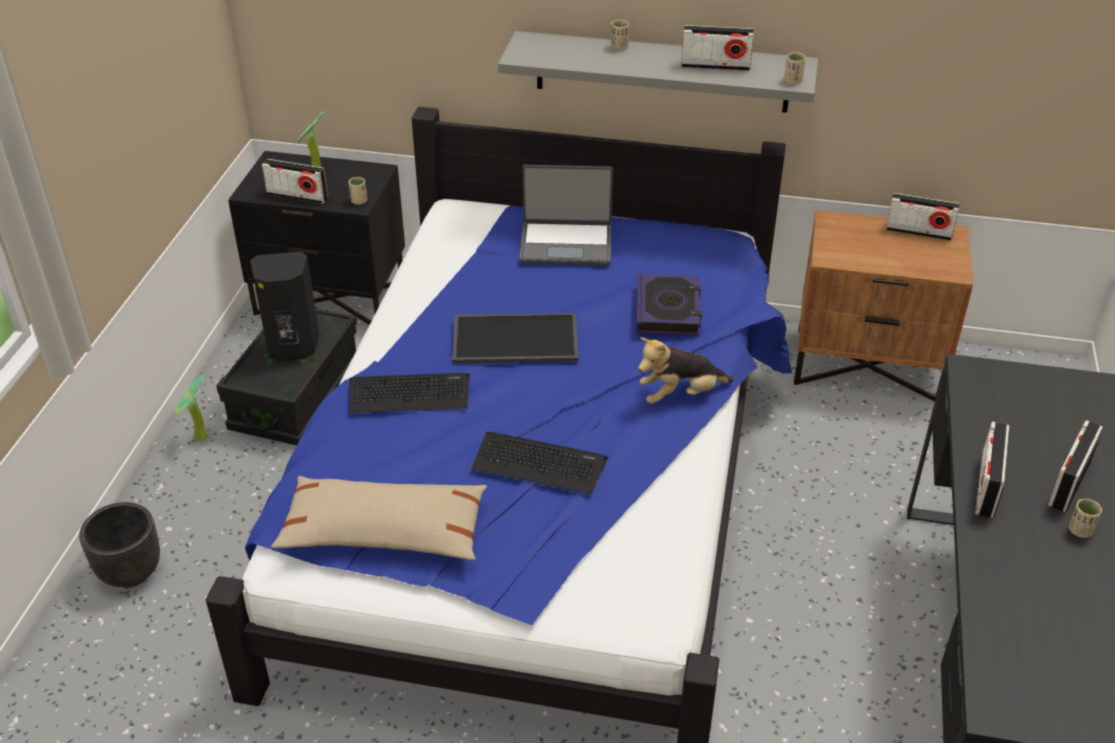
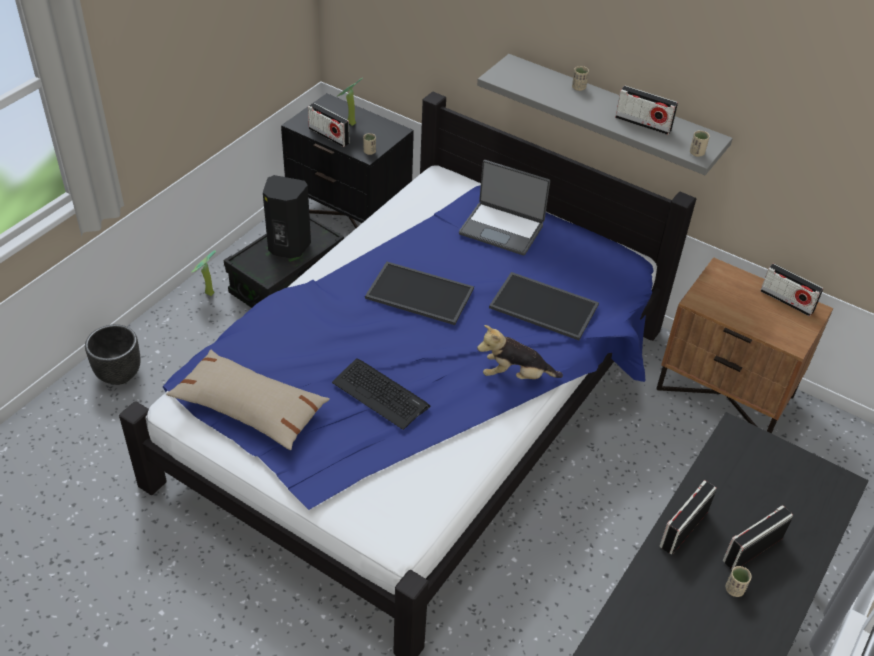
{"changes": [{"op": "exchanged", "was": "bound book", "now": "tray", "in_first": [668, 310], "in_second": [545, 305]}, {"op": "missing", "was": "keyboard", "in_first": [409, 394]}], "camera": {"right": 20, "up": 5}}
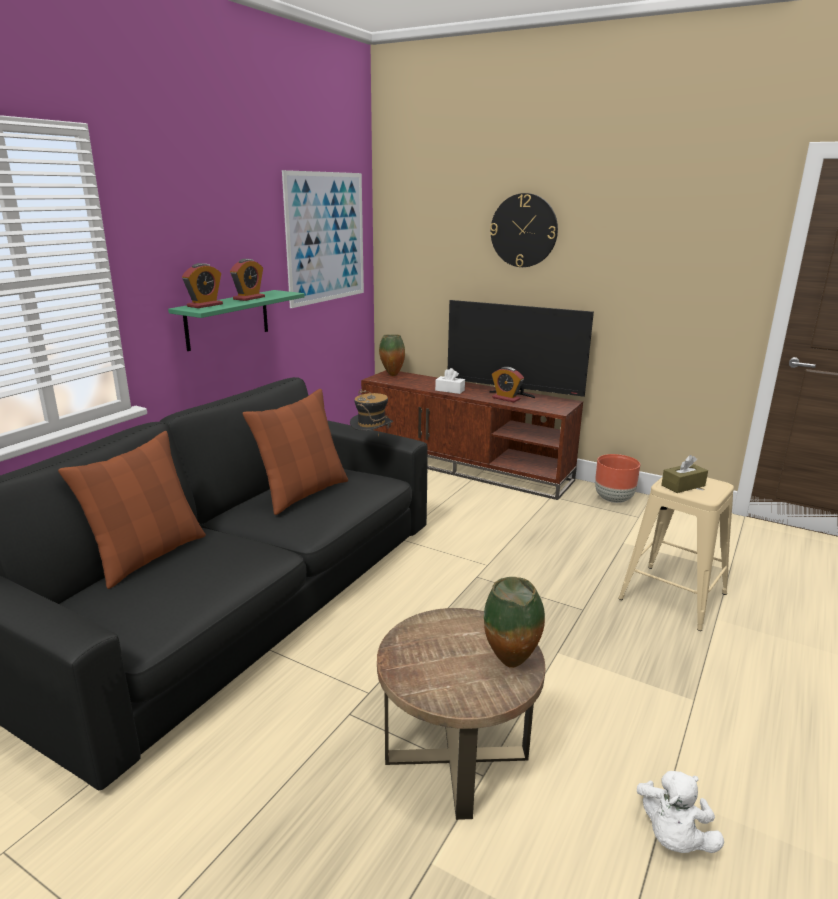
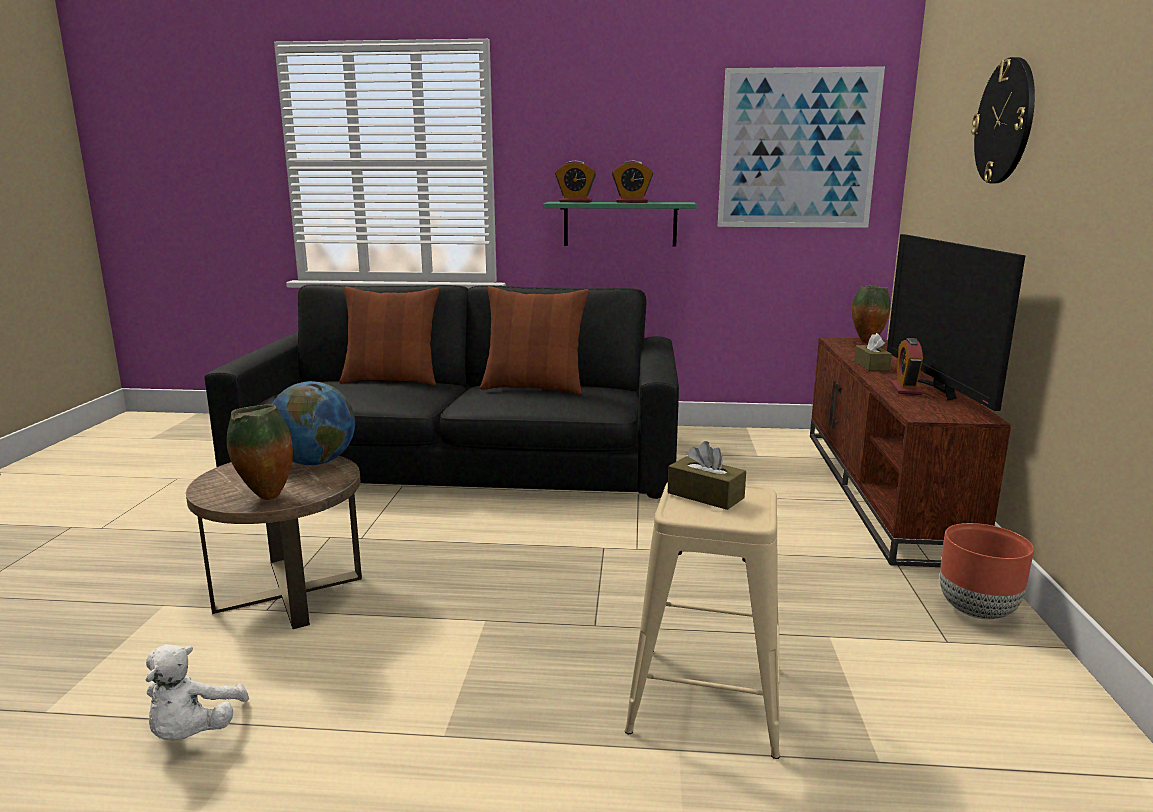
{"changes": [{"op": "colour", "was": "whitish box of tissues", "now": "brown box of tissues", "in_first": [450, 390], "in_second": [871, 366]}, {"op": "missing", "was": "wearable hat", "in_first": [372, 444]}, {"op": "spun", "was": "whitish cuddly toy", "in_first": [673, 837], "in_second": [194, 732], "clockwise": -90}, {"op": "appeared", "now": "world globe", "in_second": [315, 462]}], "camera": {"right": 65, "up": -5}}
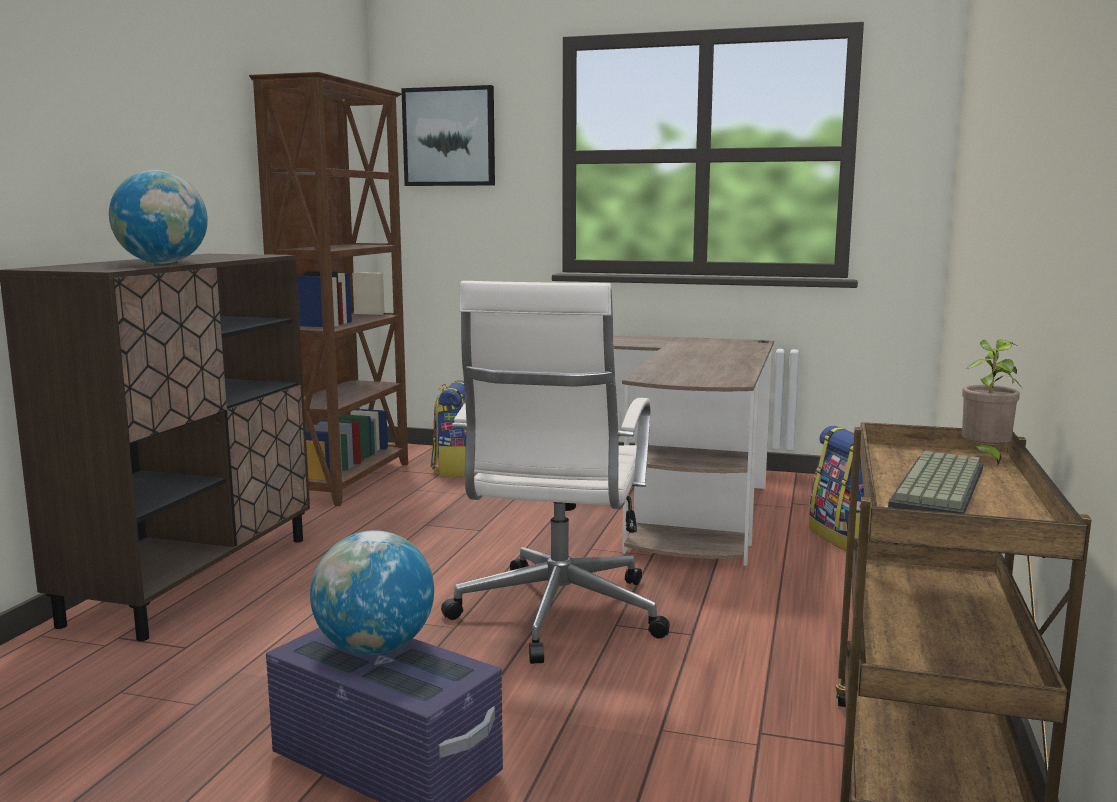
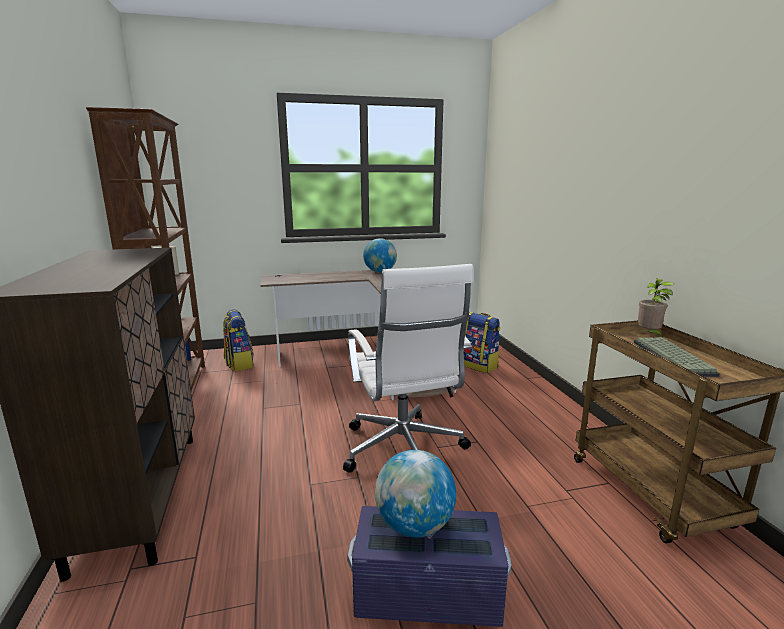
{"changes": [{"op": "missing", "was": "wall picture", "in_first": [449, 137]}, {"op": "relocated", "was": "world globe", "in_first": [163, 263], "in_second": [380, 272]}], "camera": {"right": -30, "up": 5}}
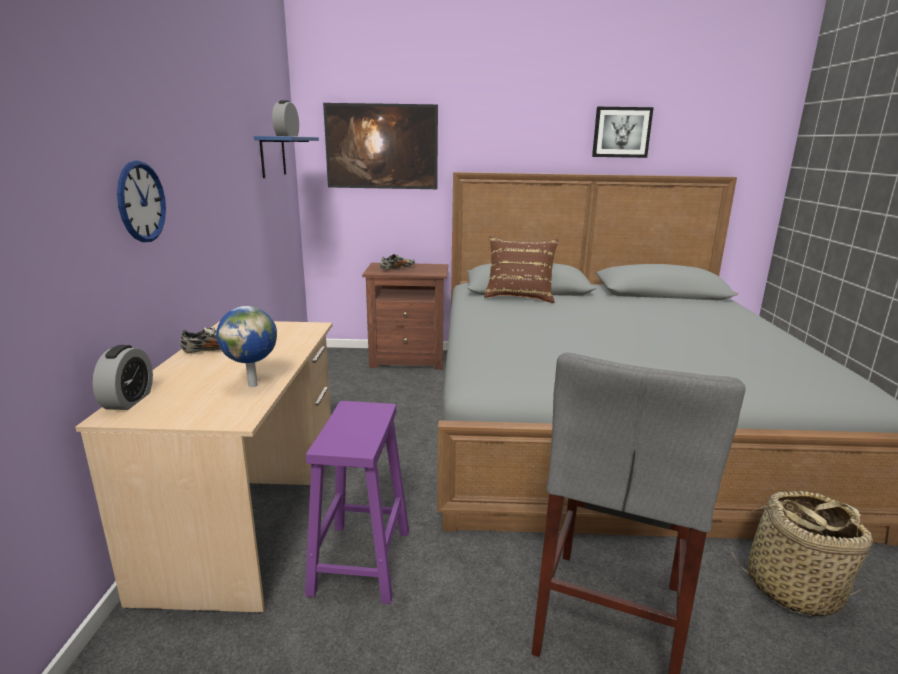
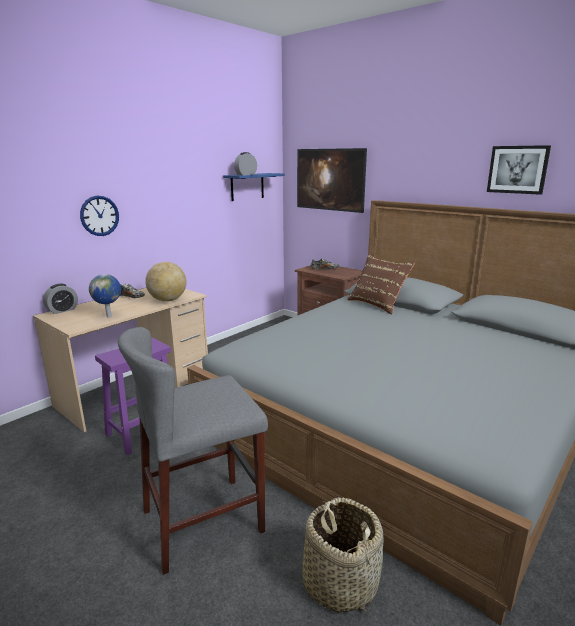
{"changes": [{"op": "appeared", "now": "world globe", "in_second": [168, 300]}], "camera": {"right": 40, "up": 0}}
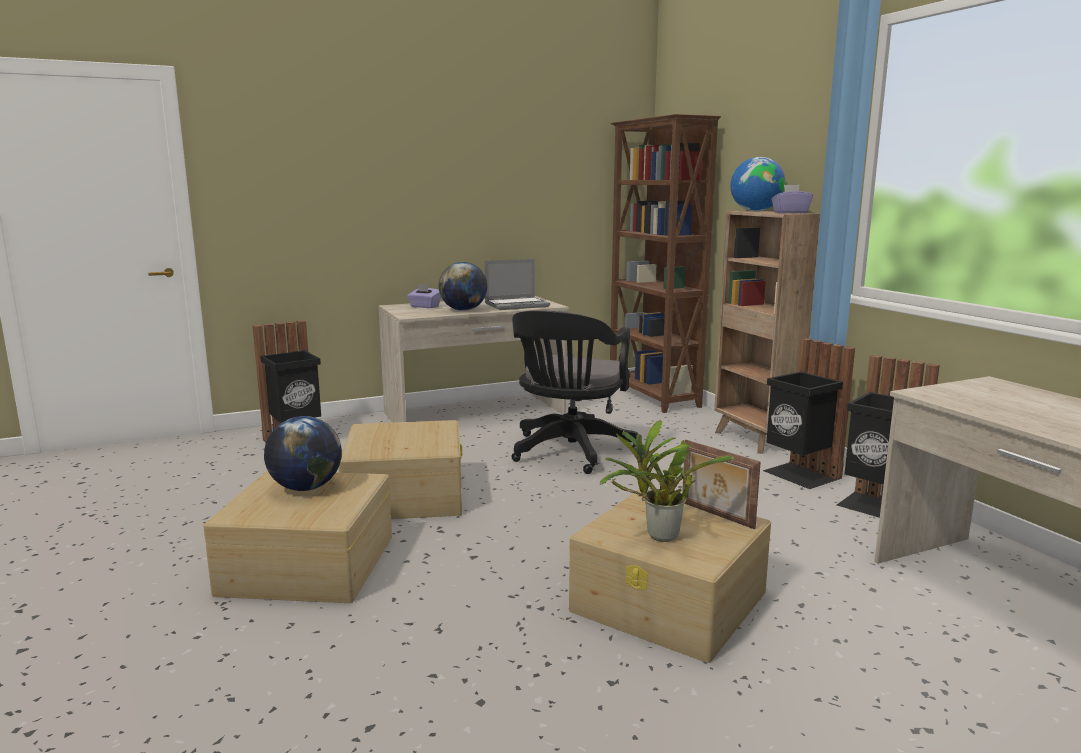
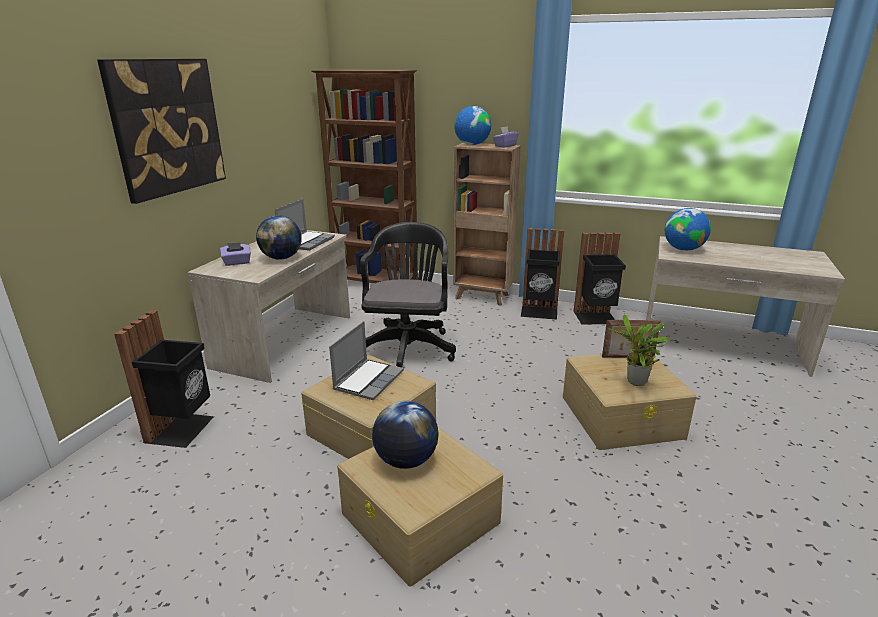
{"changes": [{"op": "spun", "was": "black office chair", "in_first": [569, 453], "in_second": [408, 347], "clockwise": -150}, {"op": "appeared", "now": "wall picture", "in_second": [167, 127]}, {"op": "appeared", "now": "world globe", "in_second": [683, 249]}, {"op": "appeared", "now": "laptop", "in_second": [368, 380]}], "camera": {"right": -45, "up": 10}}
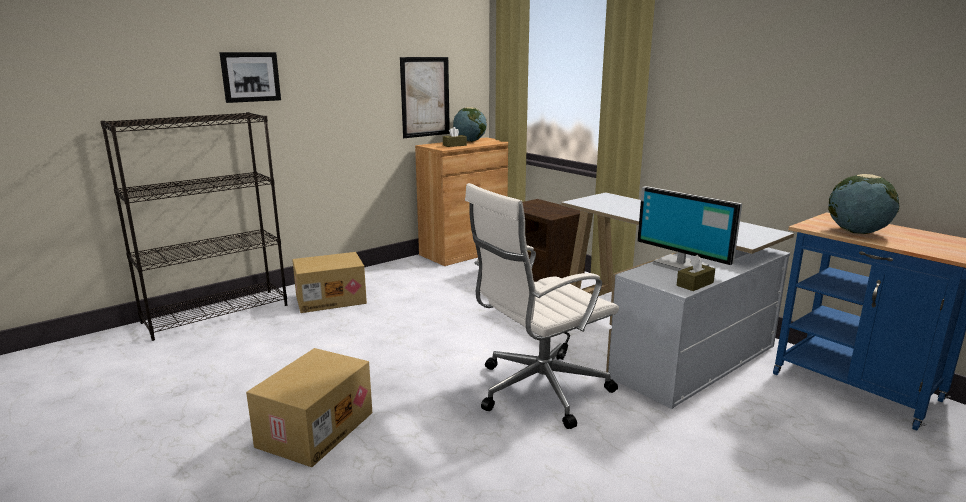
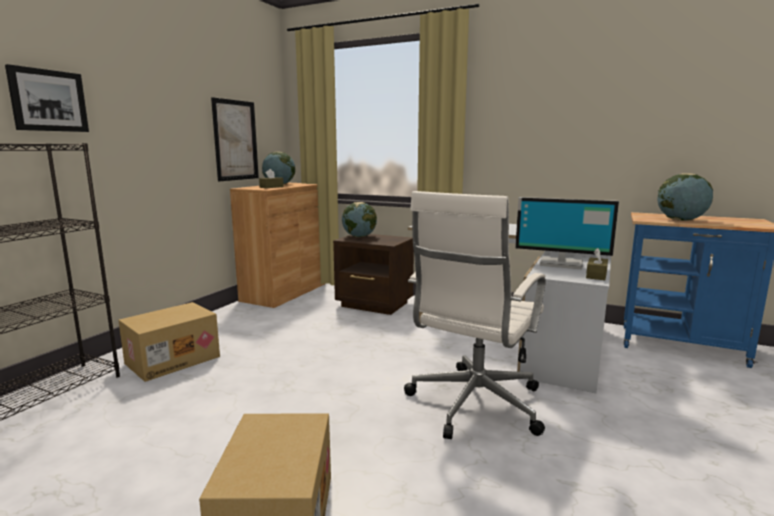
{"changes": [{"op": "appeared", "now": "world globe", "in_second": [359, 236]}], "camera": {"right": -25, "up": -5}}
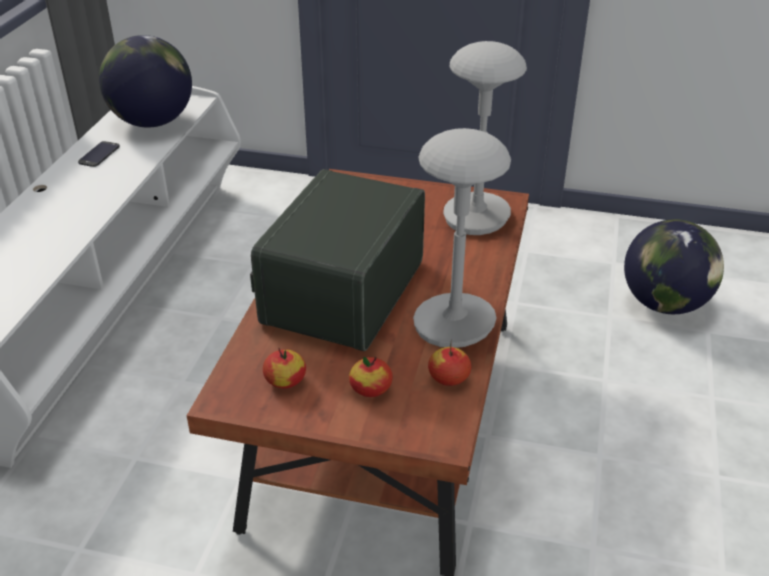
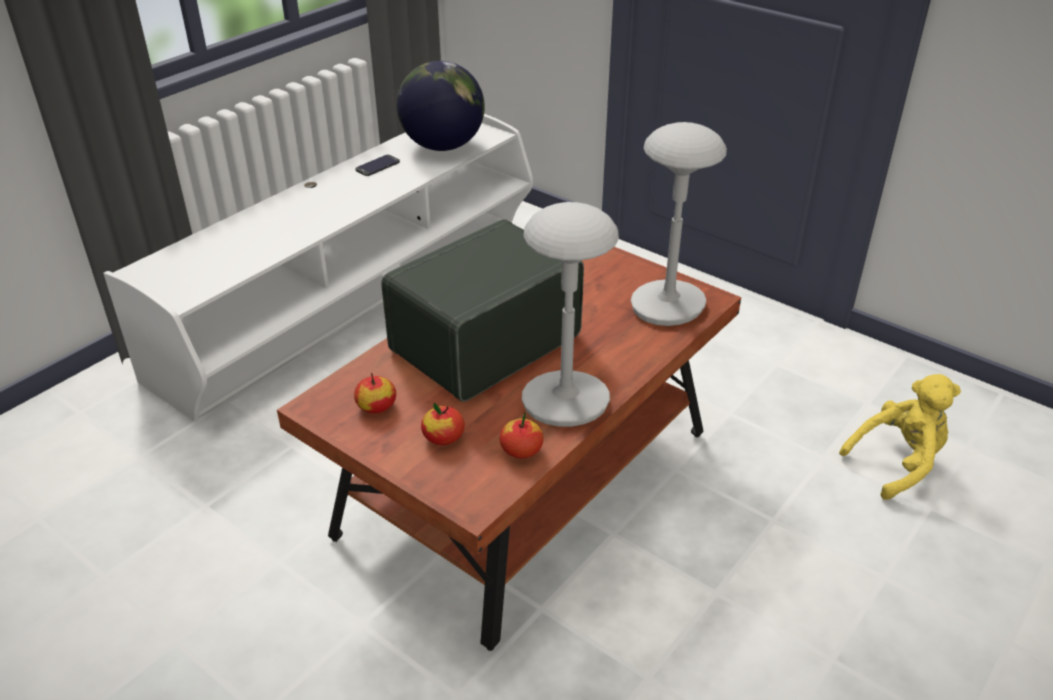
{"changes": [{"op": "exchanged", "was": "world globe", "now": "yellow cuddly toy", "in_first": [665, 304], "in_second": [898, 463]}], "camera": {"right": 25, "up": 0}}
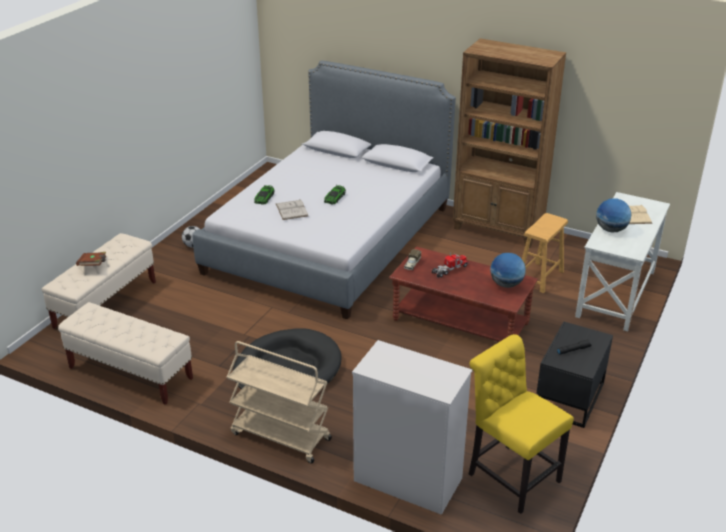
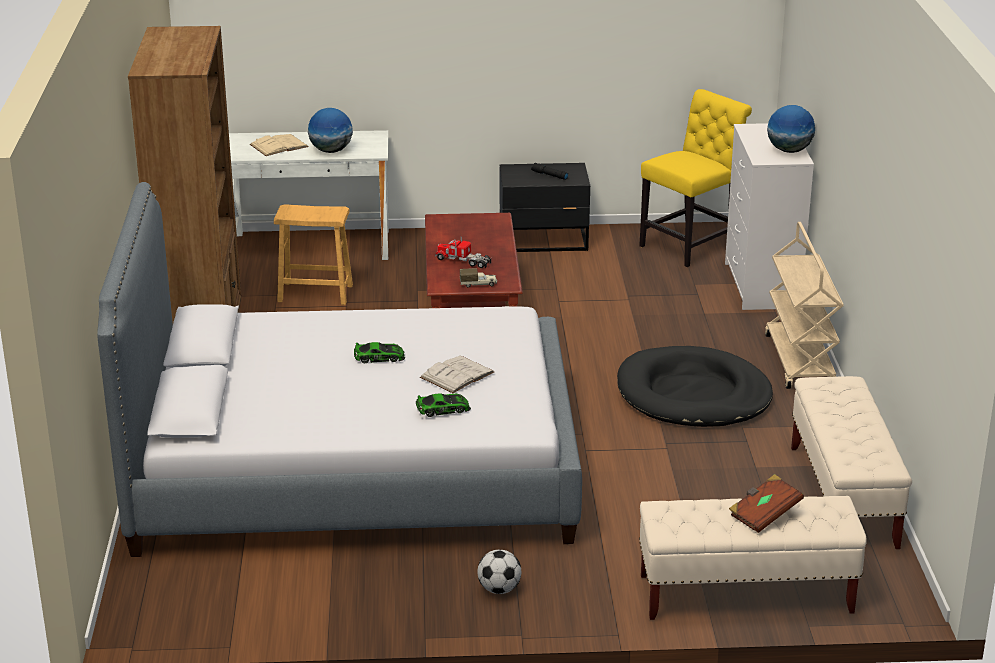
{"changes": [{"op": "relocated", "was": "world globe", "in_first": [506, 284], "in_second": [789, 150]}, {"op": "spun", "was": "yellow chair", "in_first": [510, 475], "in_second": [691, 245], "clockwise": -150}], "camera": {"right": -120, "up": -5}}
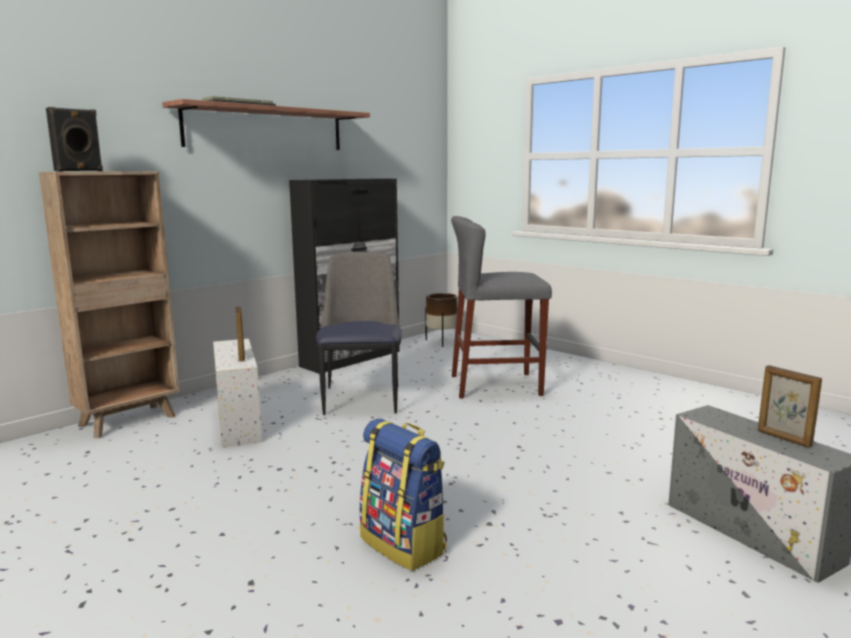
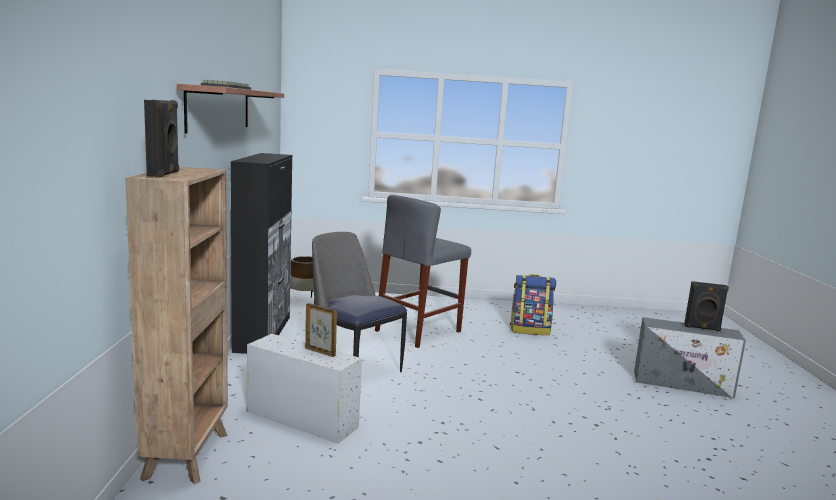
{"changes": [{"op": "exchanged", "was": "picture frame", "now": "black speaker", "in_first": [783, 438], "in_second": [702, 328]}, {"op": "relocated", "was": "knapsack", "in_first": [404, 544], "in_second": [530, 330]}], "camera": {"right": -45, "up": 0}}
